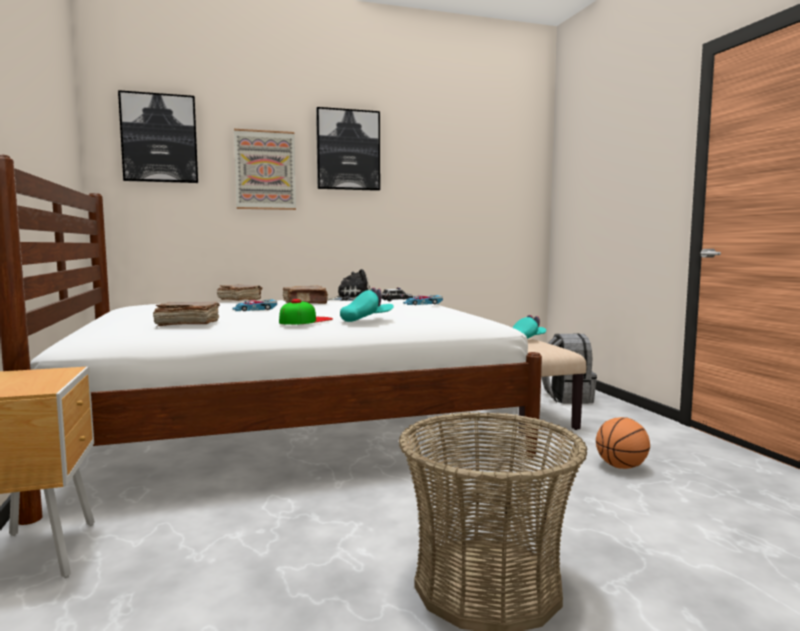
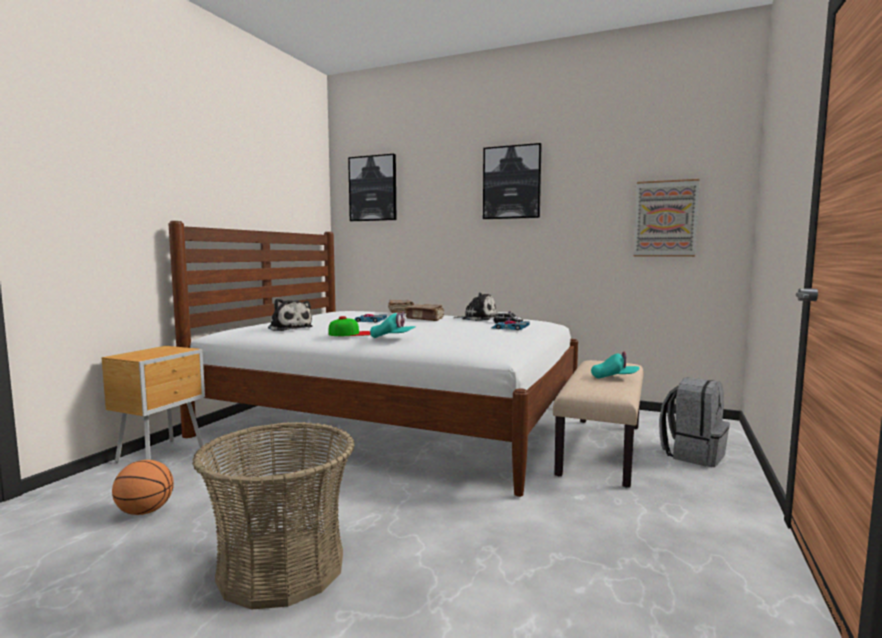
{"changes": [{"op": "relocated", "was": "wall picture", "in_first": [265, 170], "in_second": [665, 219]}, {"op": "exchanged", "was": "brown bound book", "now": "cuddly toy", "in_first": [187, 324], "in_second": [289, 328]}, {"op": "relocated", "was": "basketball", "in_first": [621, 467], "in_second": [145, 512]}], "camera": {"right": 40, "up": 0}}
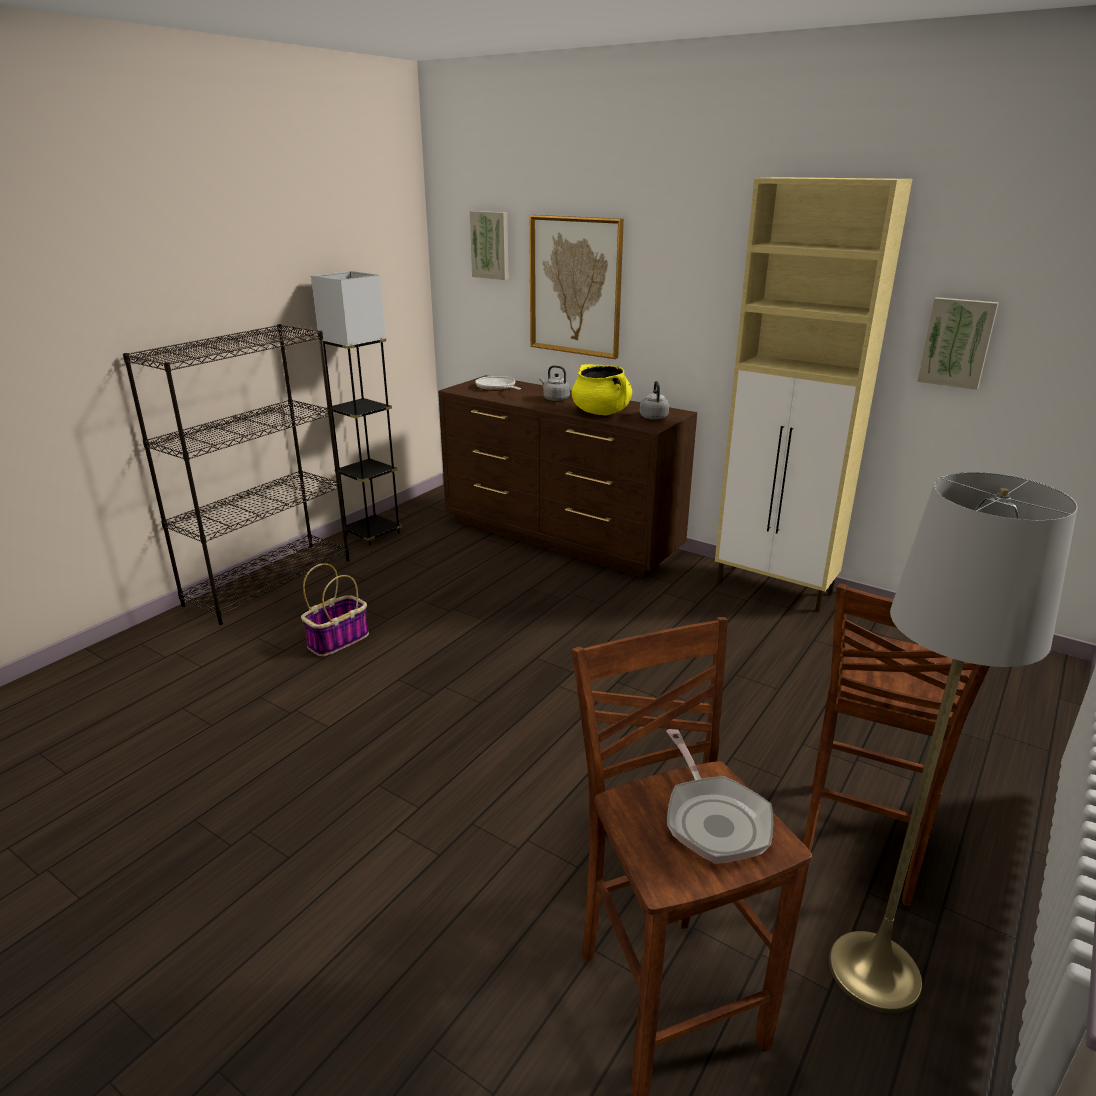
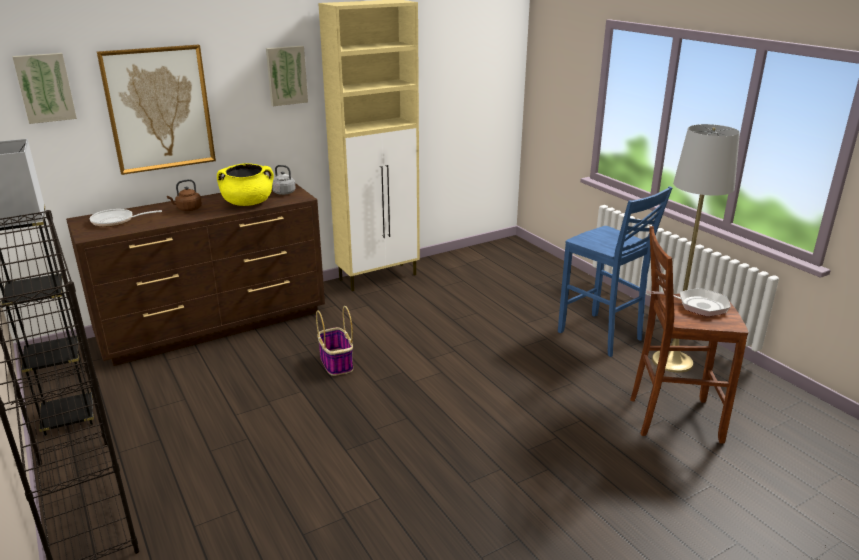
{"changes": [{"op": "relocated", "was": "wall picture", "in_first": [957, 342], "in_second": [286, 75]}, {"op": "colour", "was": "gray water kettle", "now": "brown water kettle", "in_first": [554, 399], "in_second": [188, 209]}, {"op": "relocated", "was": "basket", "in_first": [338, 640], "in_second": [336, 362]}, {"op": "colour", "was": "brown stool seat", "now": "blue stool seat", "in_first": [859, 844], "in_second": [601, 336]}], "camera": {"right": -65, "up": 0}}
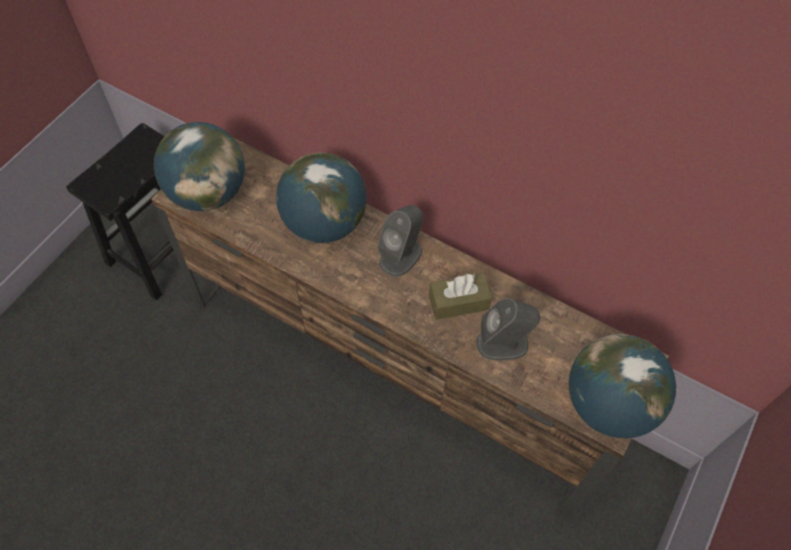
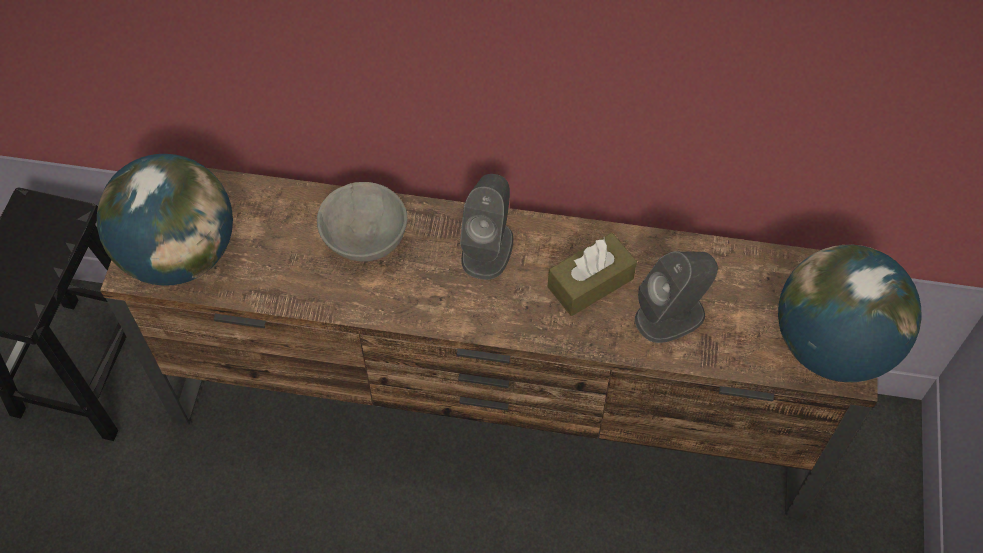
{"changes": [{"op": "exchanged", "was": "world globe", "now": "gray deep dish", "in_first": [324, 224], "in_second": [364, 241]}], "camera": {"right": -20, "up": 0}}
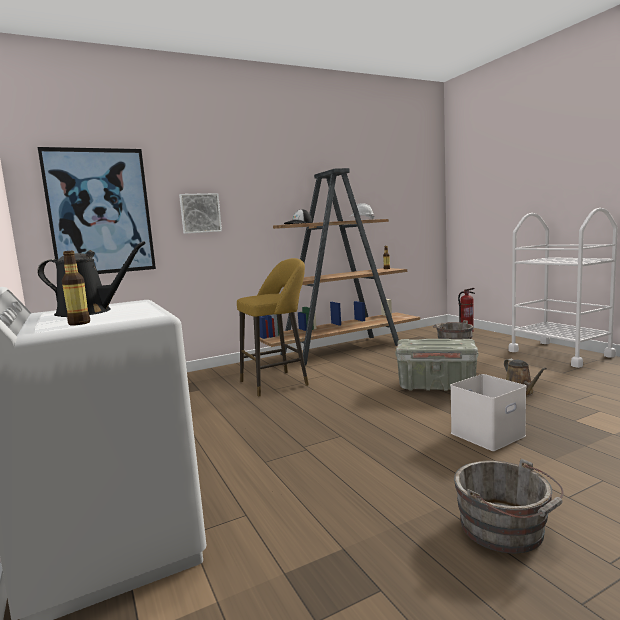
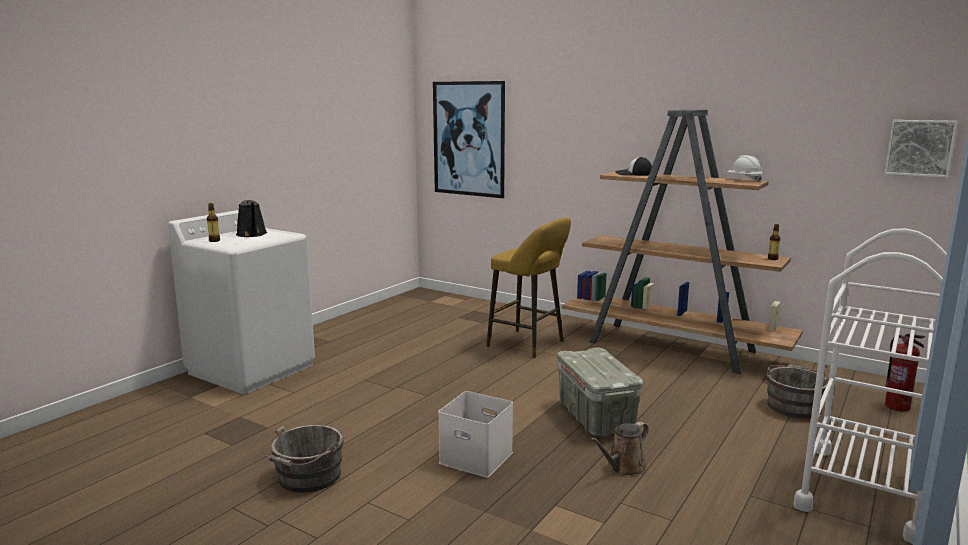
{"changes": [{"op": "relocated", "was": "wall picture", "in_first": [200, 213], "in_second": [920, 148]}], "camera": {"right": 60, "up": 5}}
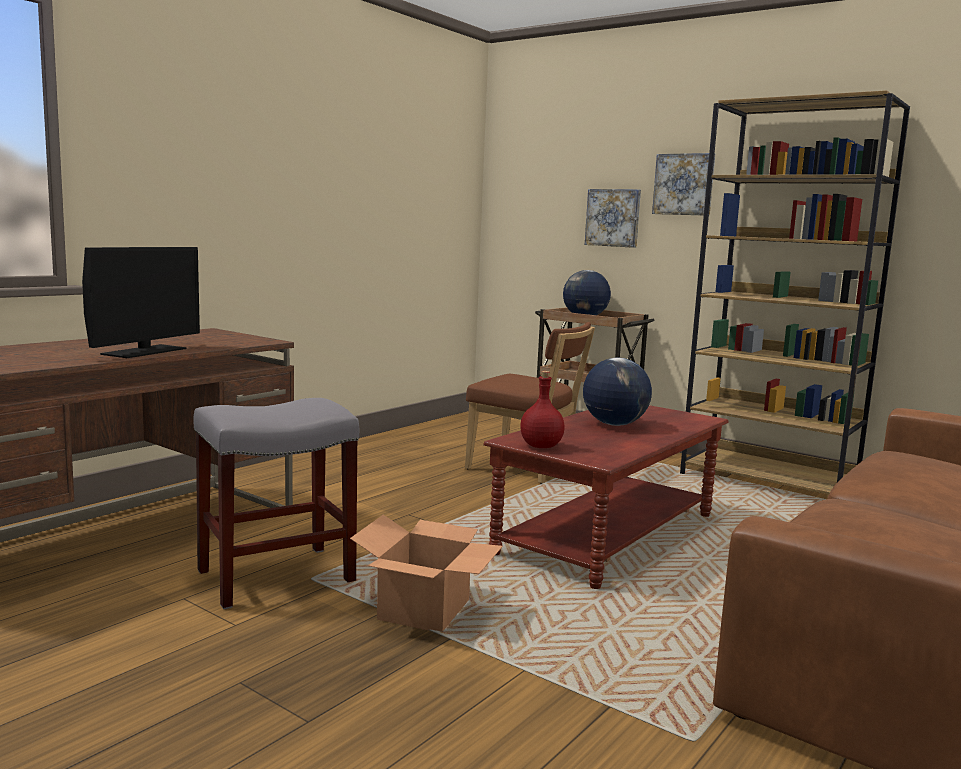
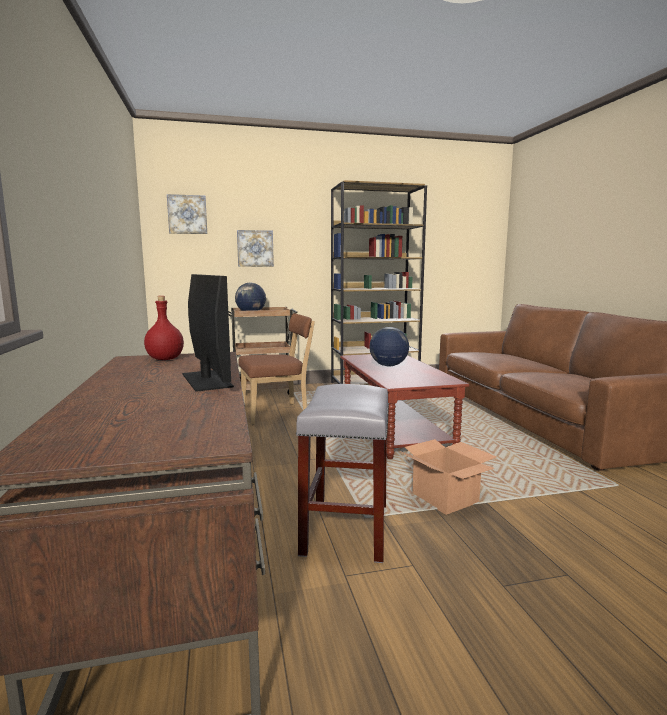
{"changes": [{"op": "relocated", "was": "wall picture", "in_first": [684, 184], "in_second": [187, 214]}, {"op": "relocated", "was": "red bottle", "in_first": [541, 446], "in_second": [165, 359]}], "camera": {"right": -50, "up": 0}}
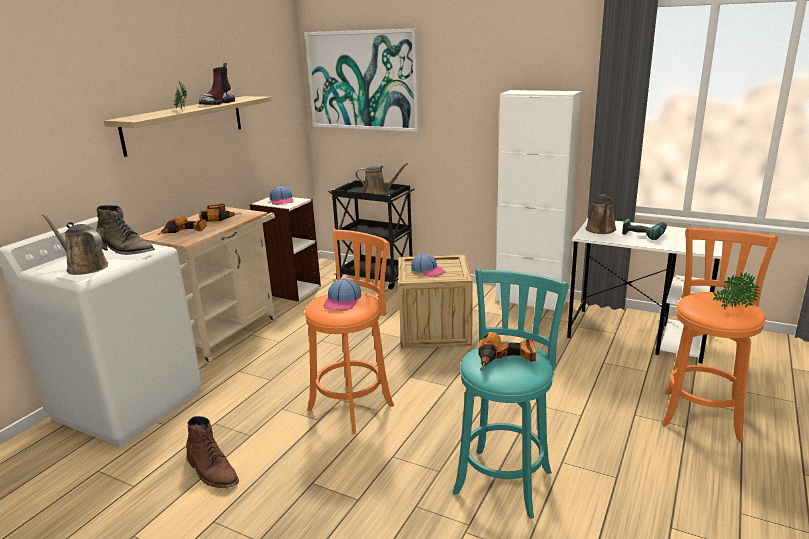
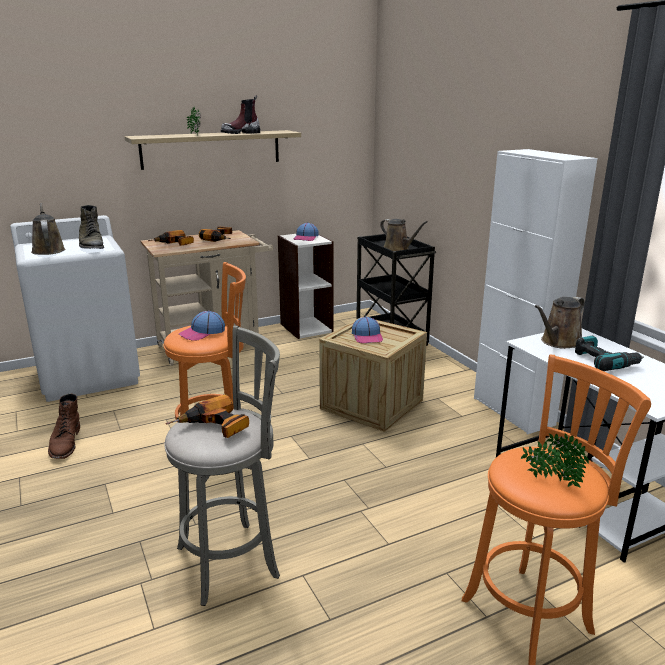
{"changes": [{"op": "missing", "was": "wall picture", "in_first": [363, 80]}, {"op": "colour", "was": "turquoise-coloured stool seat", "now": "gray stool seat", "in_first": [505, 479], "in_second": [233, 560]}], "camera": {"right": 35, "up": 0}}
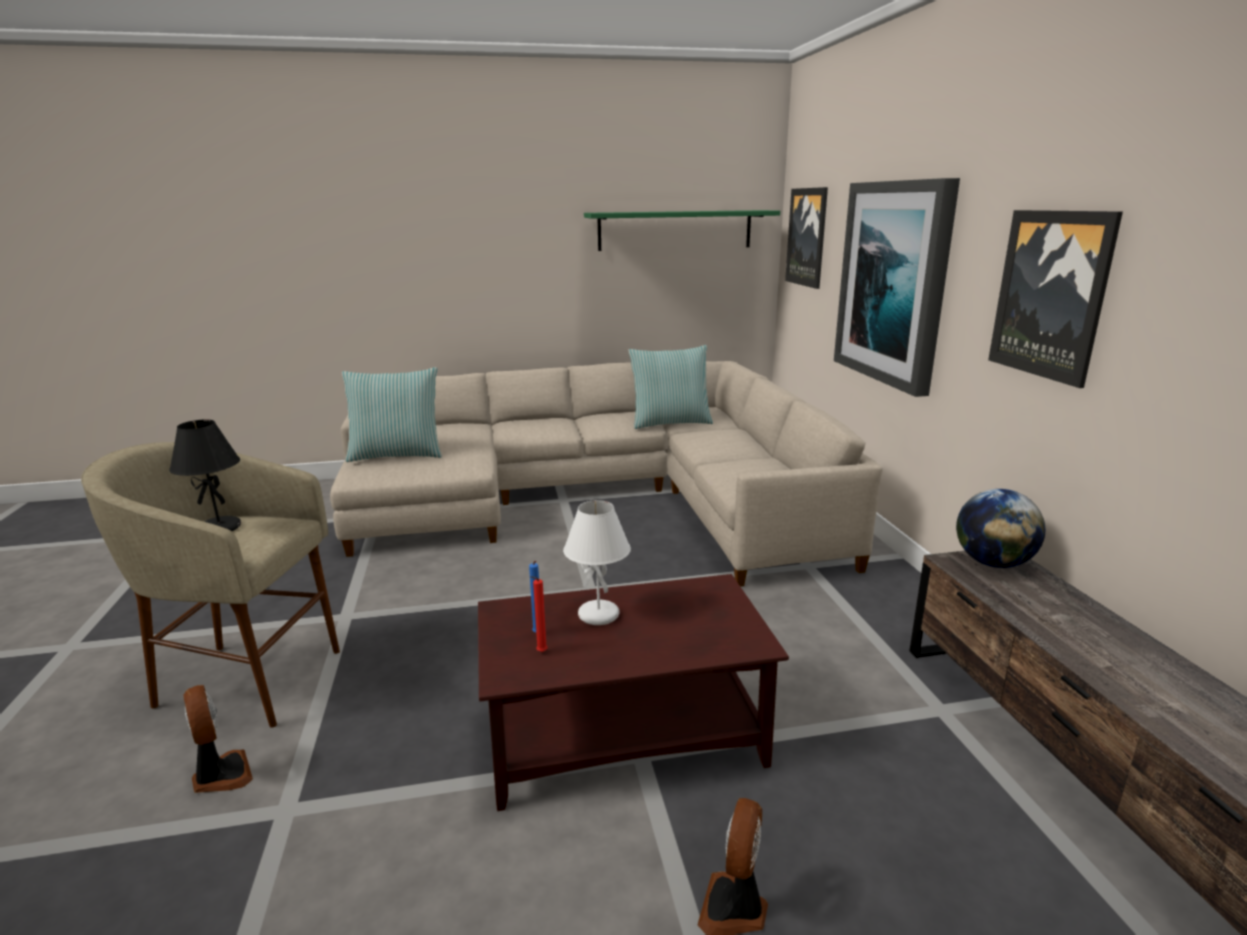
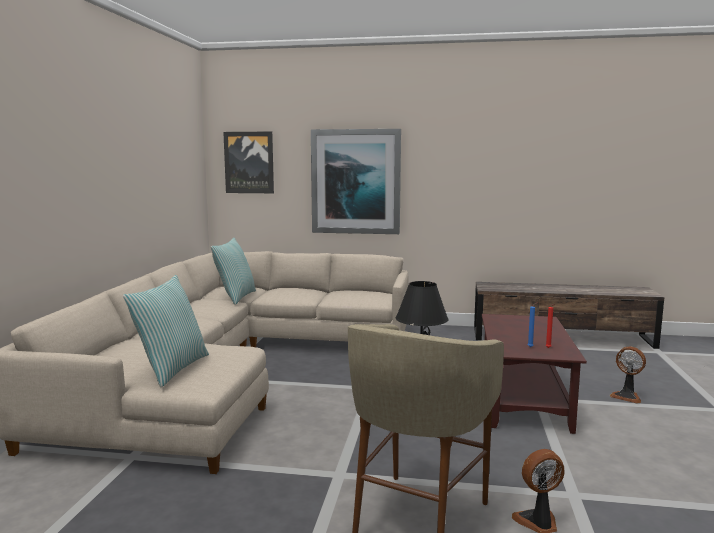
{"changes": [{"op": "missing", "was": "green-coloured shelf", "in_first": [675, 230]}, {"op": "missing", "was": "wall picture", "in_first": [1051, 294]}, {"op": "missing", "was": "world globe", "in_first": [992, 563]}, {"op": "missing", "was": "whitish lamp for a table", "in_first": [599, 614]}], "camera": {"right": -70, "up": -10}}
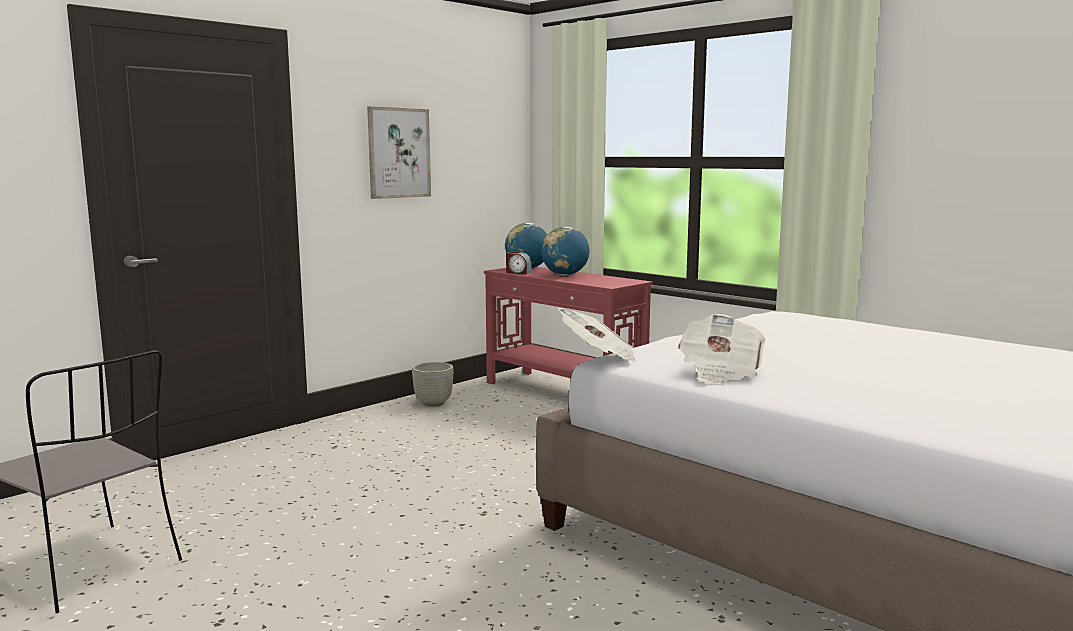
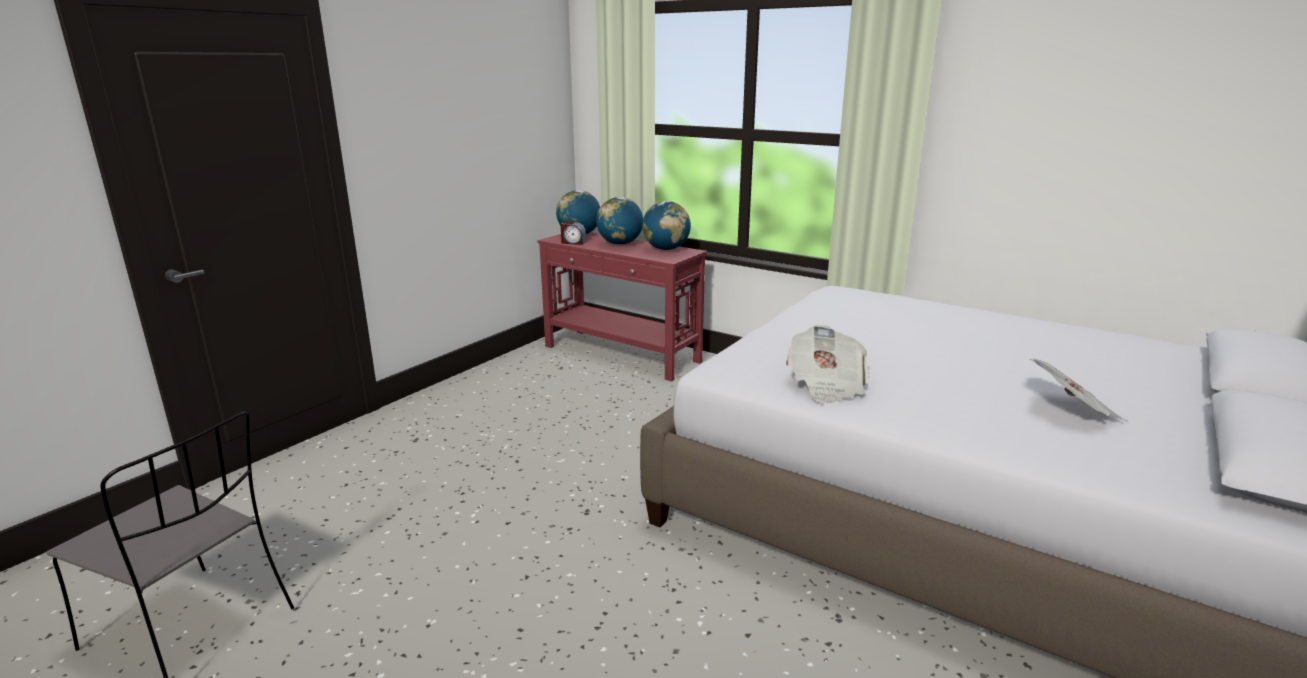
{"changes": [{"op": "missing", "was": "wall picture", "in_first": [398, 153]}, {"op": "relocated", "was": "newspaper", "in_first": [599, 356], "in_second": [1072, 412]}, {"op": "missing", "was": "gray planter", "in_first": [433, 403]}, {"op": "appeared", "now": "world globe", "in_second": [666, 249]}], "camera": {"right": -10, "up": 10}}
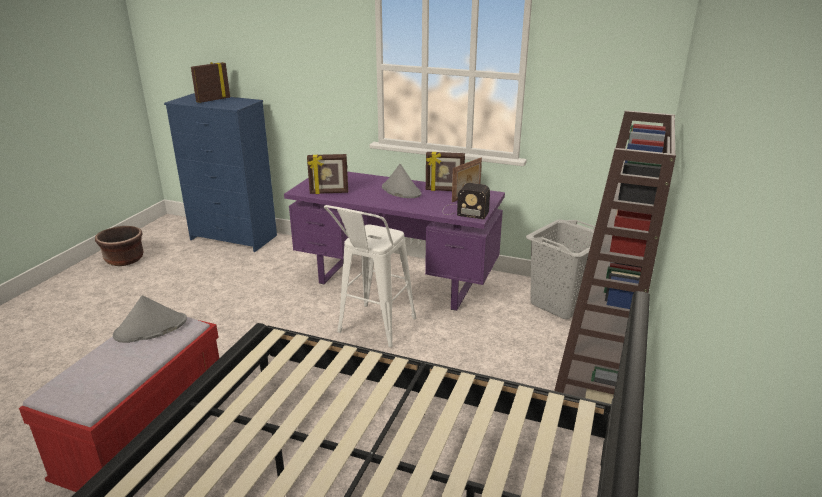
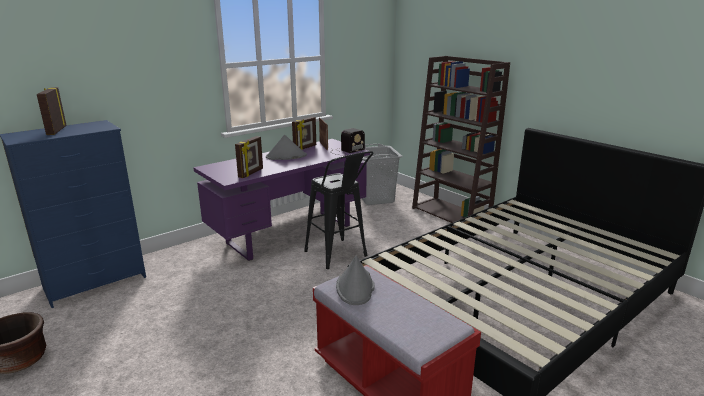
{"changes": [{"op": "colour", "was": "whitish stool seat", "now": "black stool seat", "in_first": [372, 329], "in_second": [339, 256]}], "camera": {"right": -60, "up": -5}}
